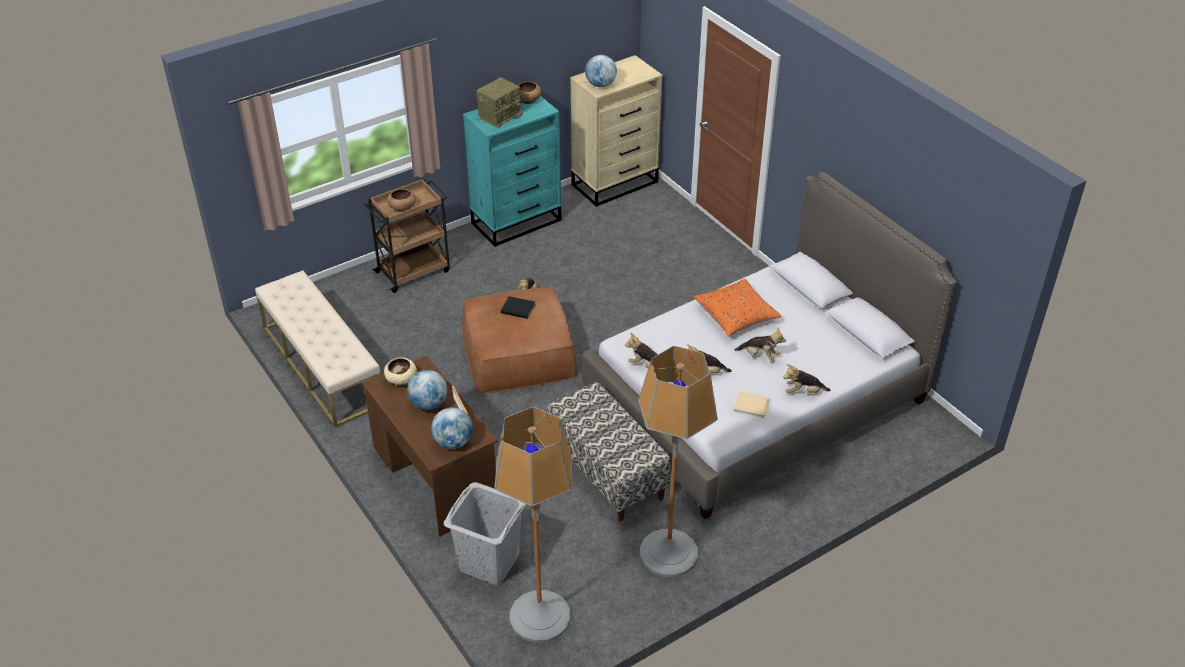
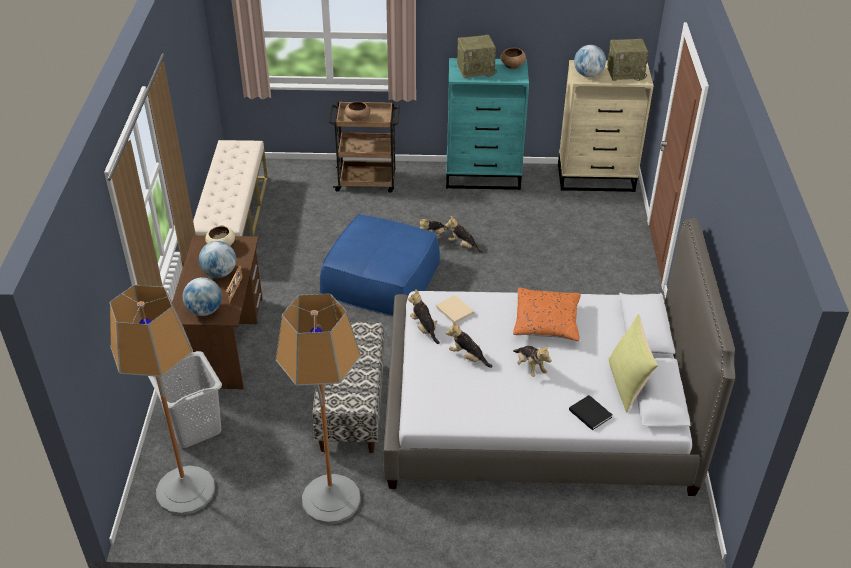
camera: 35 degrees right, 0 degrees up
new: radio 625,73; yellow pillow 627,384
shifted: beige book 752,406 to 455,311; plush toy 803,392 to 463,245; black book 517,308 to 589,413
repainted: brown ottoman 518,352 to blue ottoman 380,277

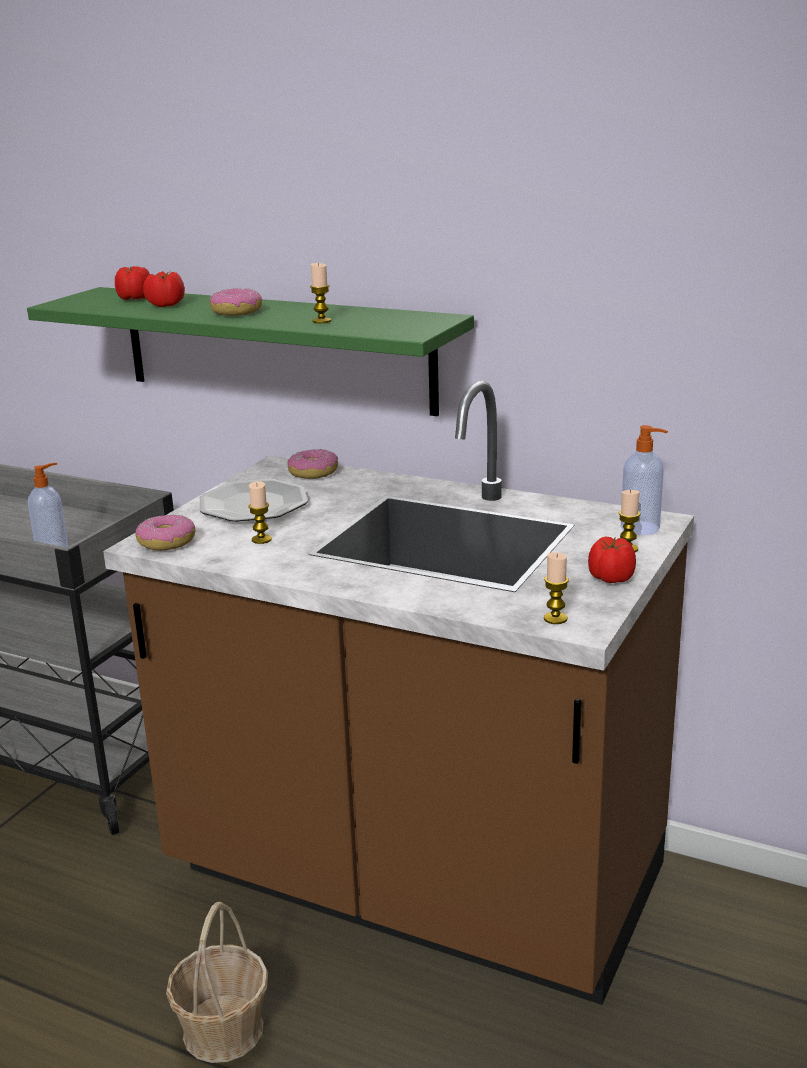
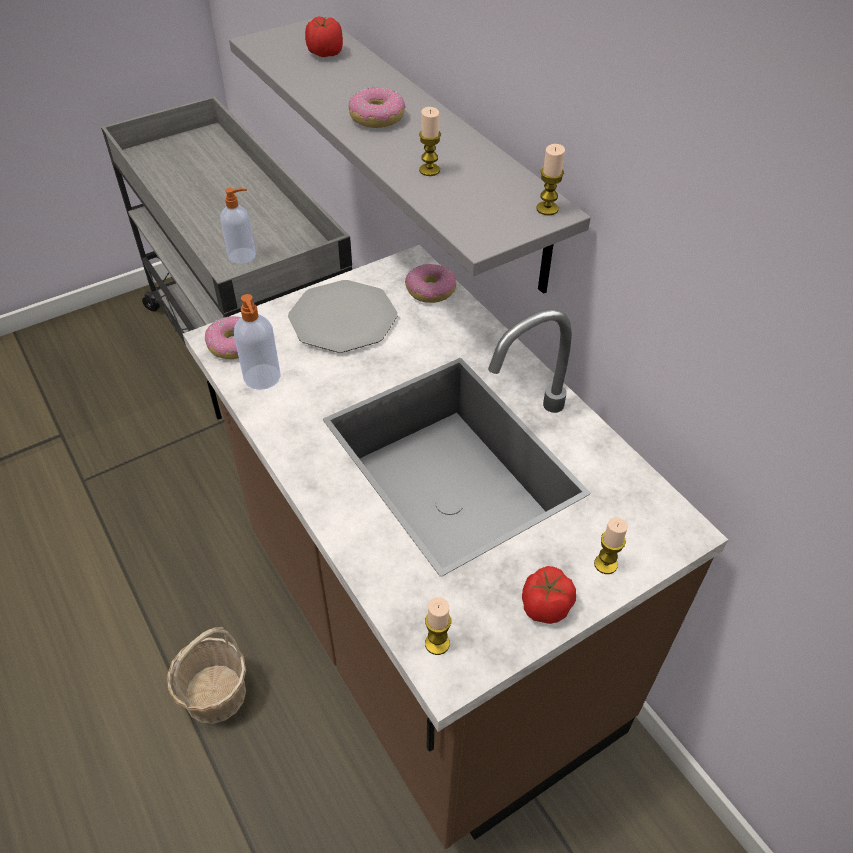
camera: 30 degrees right, 25 degrees up
gone: tomato 165,305
shifted: soap dispenser 641,528 to 262,378; candle 261,539 to 547,209
repainted: green shelf 275,349 to grey shelf 435,149

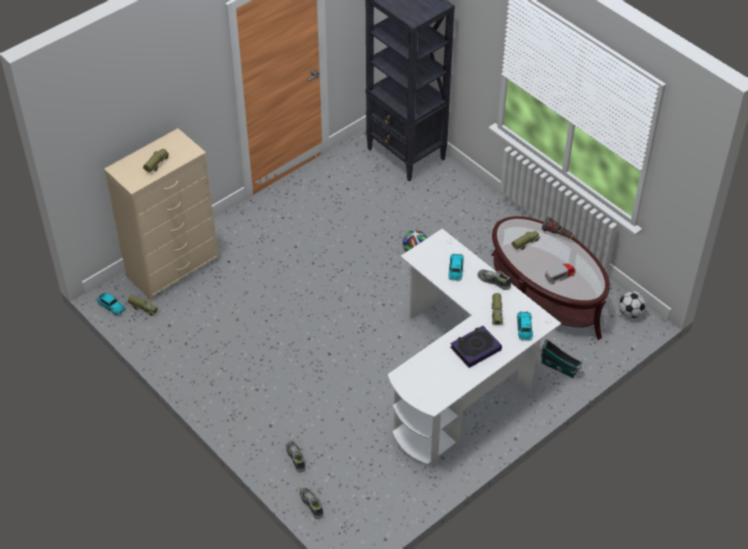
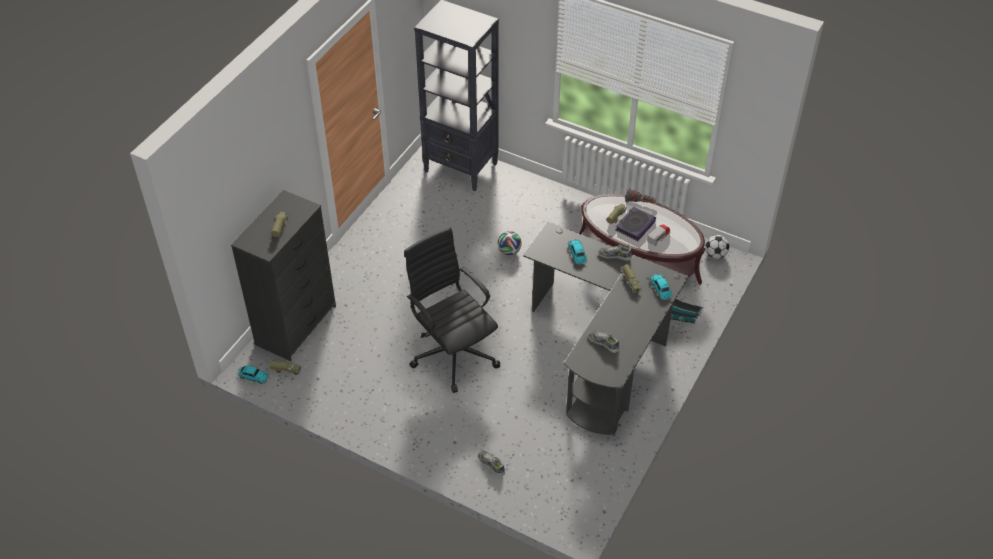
camera: 20 degrees left, 0 degrees up
new: black office chair 453,353
shifted: shoe 312,504 to 603,342; book 475,348 to 635,226
repainted: beige dresser 173,267 to black dresser 296,325; white desk 462,380 to black desk 604,352

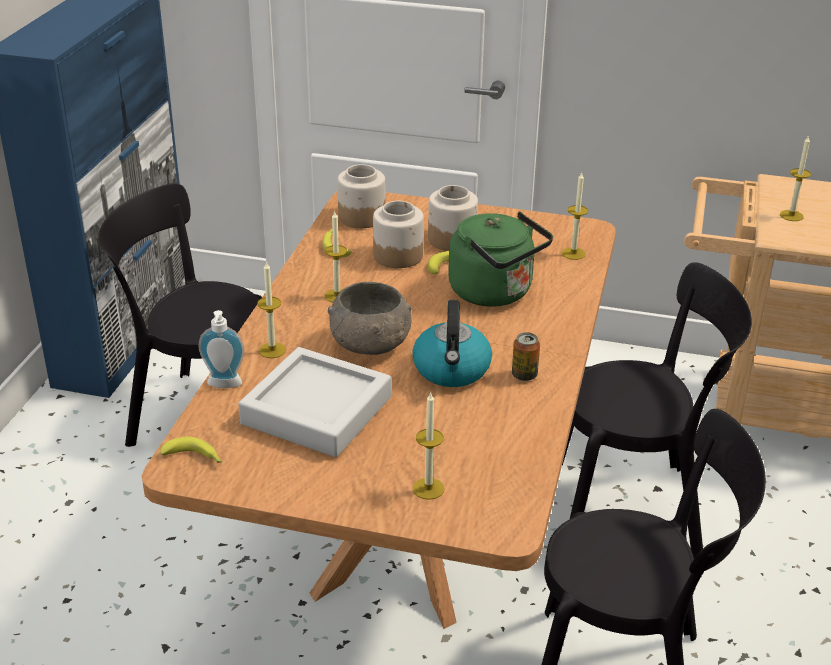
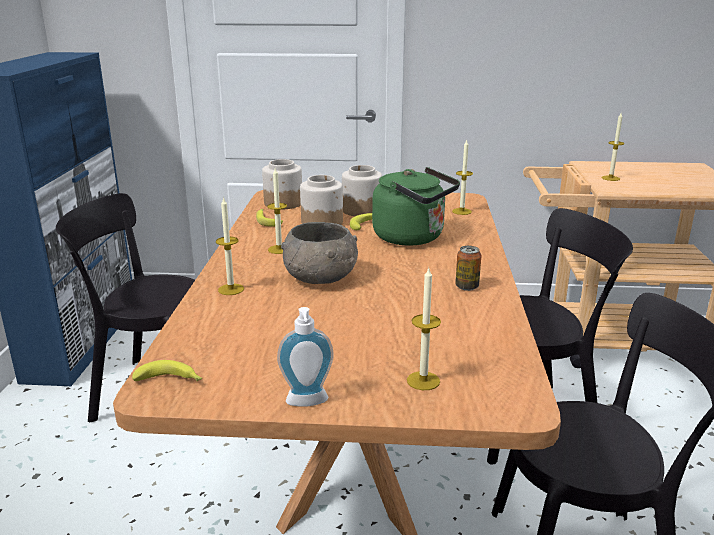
camera: 10 degrees left, 10 degrees down
gone: grey tray 316,410; kettle 452,370
shifted: soap dispenser 224,386 to 307,403

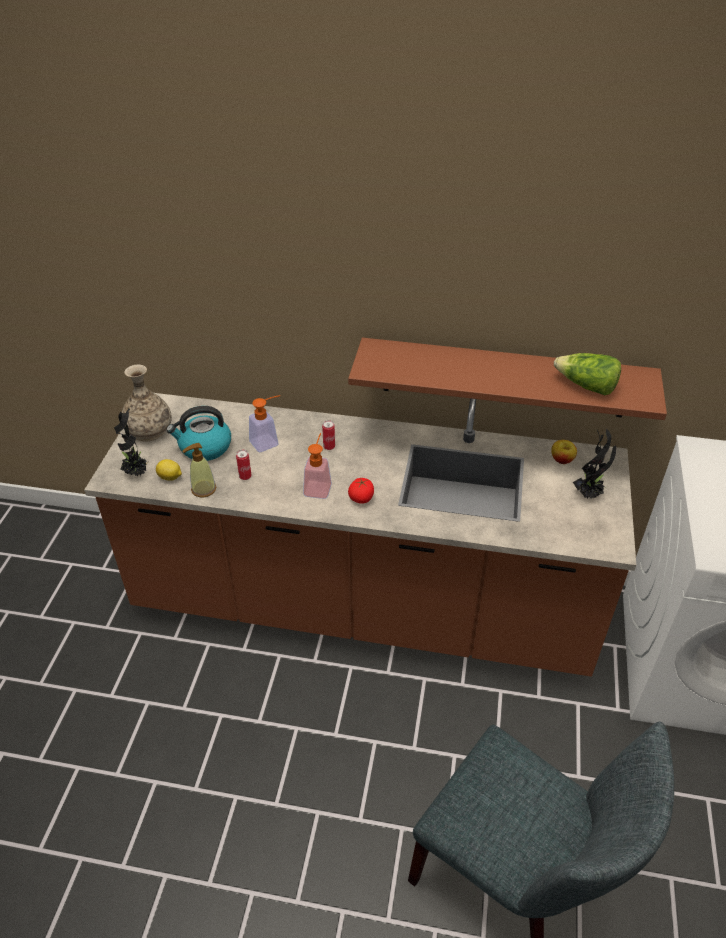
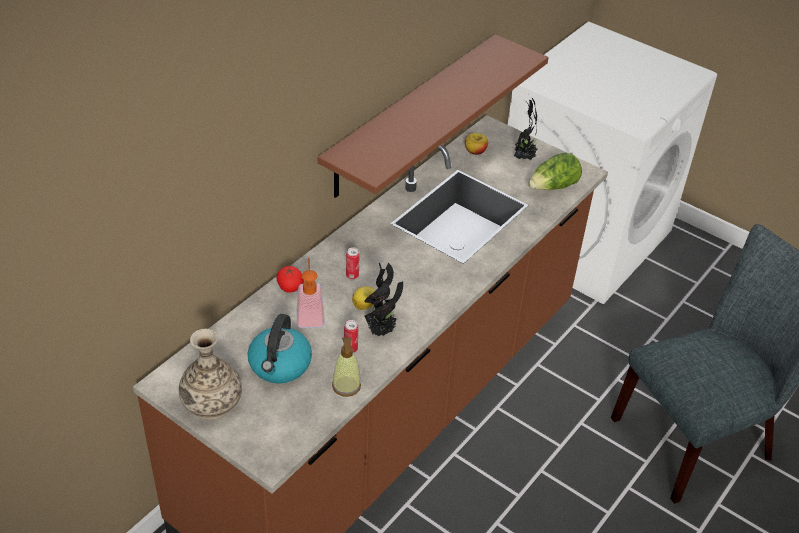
camera: 65 degrees left, 0 degrees up
gone: soap dispenser 318,486
shifted: tomato 361,498 to 290,287; lemon 170,478 to 365,305; potted plant 137,473 to 382,331; lettuce 586,386 to 553,187

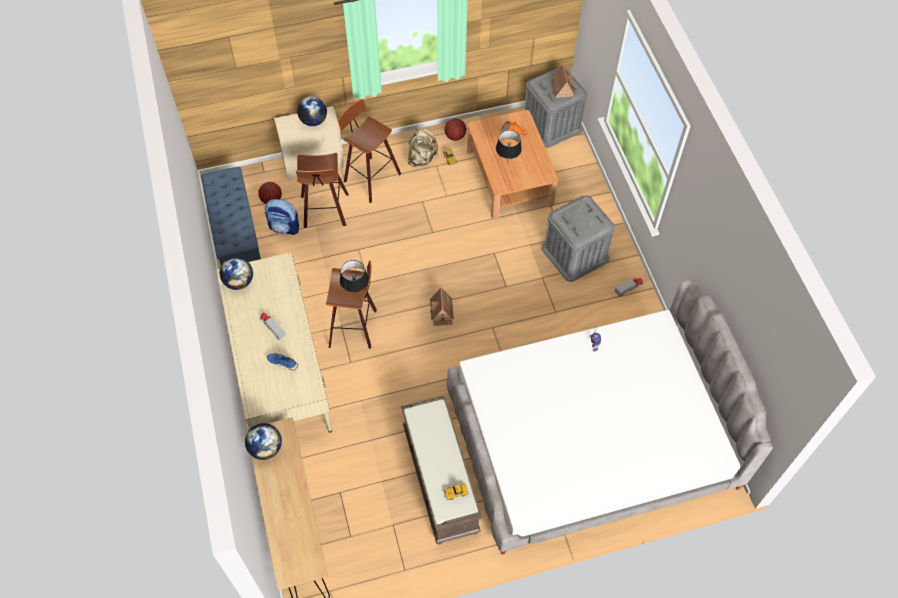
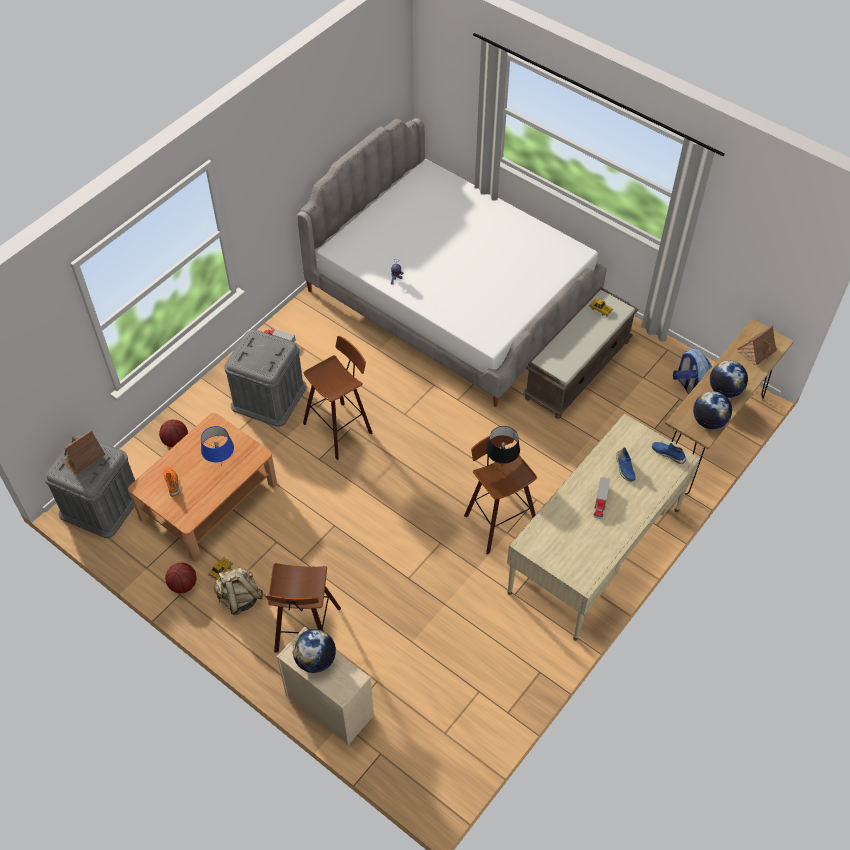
camera: 125 degrees left, 5 degrees down
gone: blue bench 236,235
new: blue shoe 668,453
shifted: basketball 271,200 to 175,441; stool 325,212 to 340,428; backpack 285,227 to 688,386; globe 239,282 to 725,390; toy house 441,312 to 757,351
repainted: black table lamp 507,163 to blue table lamp 222,465

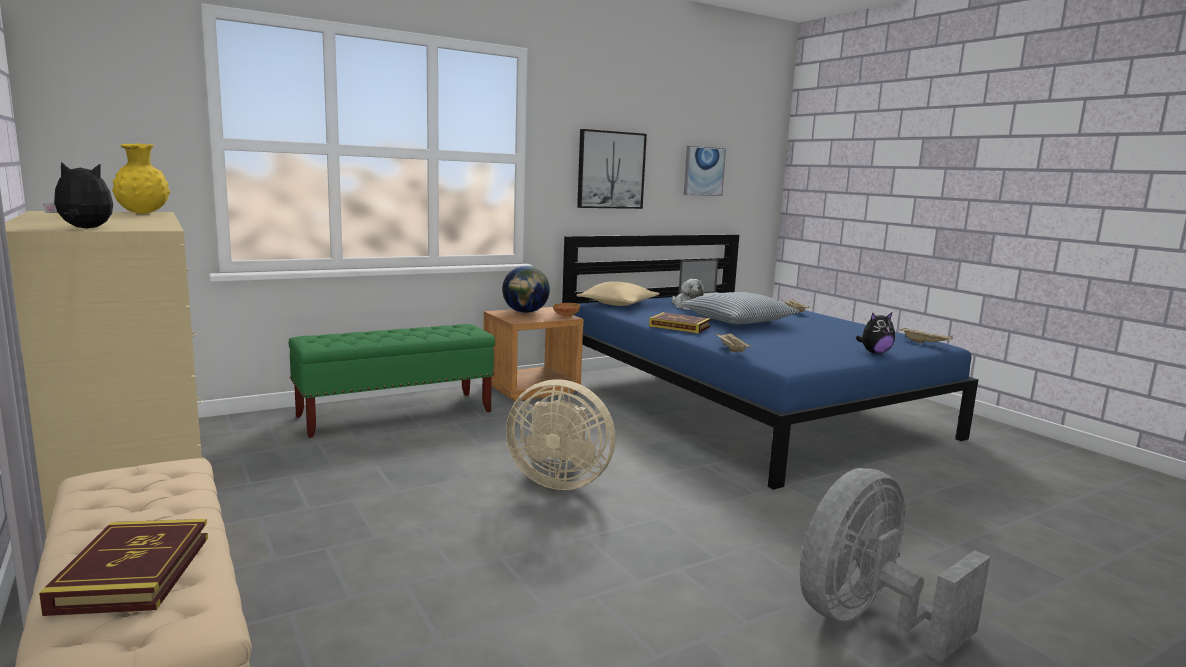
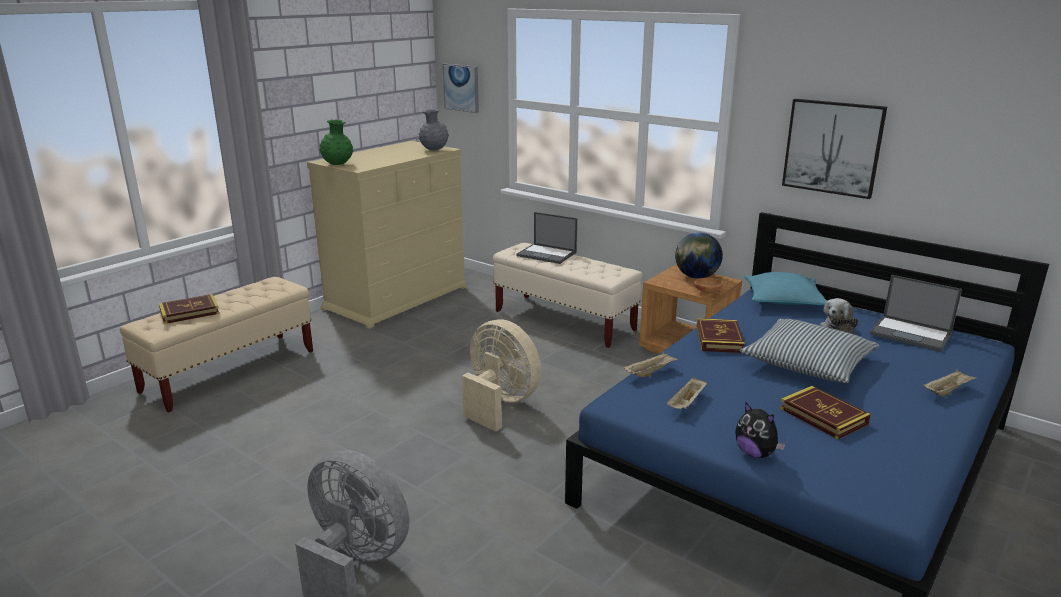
camera: 70 degrees right, 10 degrees up
new: laptop 547,254; book 823,416
shifted: picture 703,171 to 461,88; beige tray 925,343 to 687,404
swapped: plush toy 84,228 to green vase 338,164
repainted: yellow vase 143,213 to grey vase 434,150; green bench 396,414 to beige bench 564,321; beige pillow 618,304 to turquoise pillow 783,300
rotated: beige fan 559,481 = 499,403 135 degrees clockwise

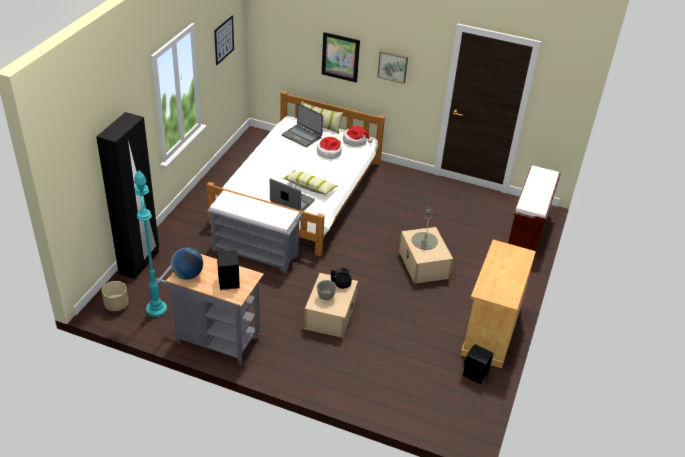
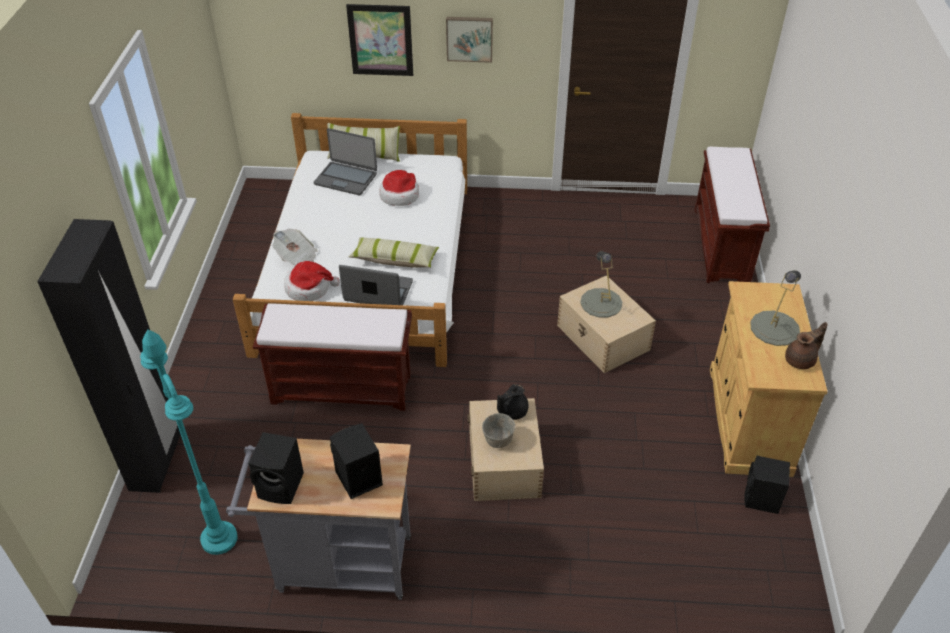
camera: 15 degrees left, 5 degrees up
gone: beige planter 116,305; picture 224,40
new: newspaper 297,257; grey table lamp 774,328; brown teapot 801,360
shifted: hat 355,141 to 309,288
swapped: globe 188,275 to black speaker 282,486
repainted: grey bench 256,252 to brown bench 343,388

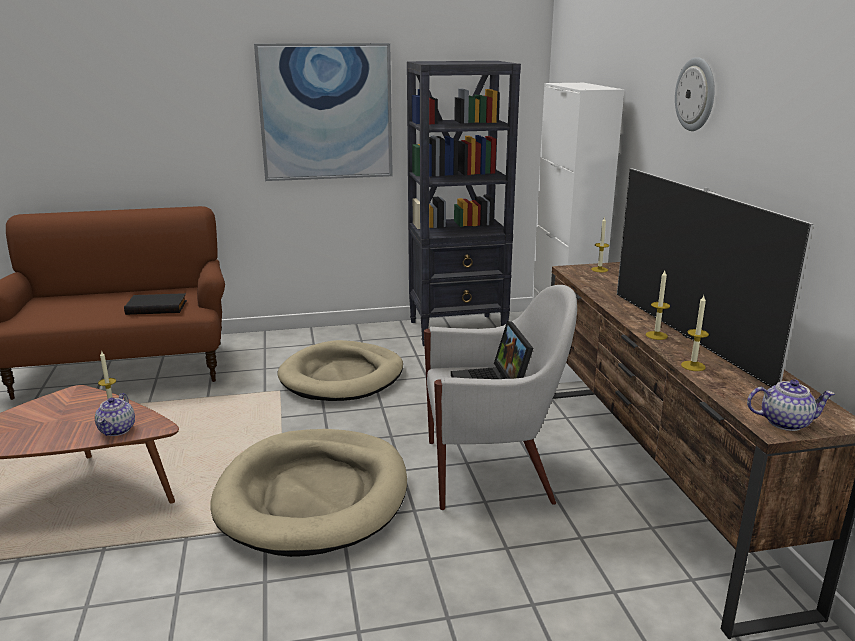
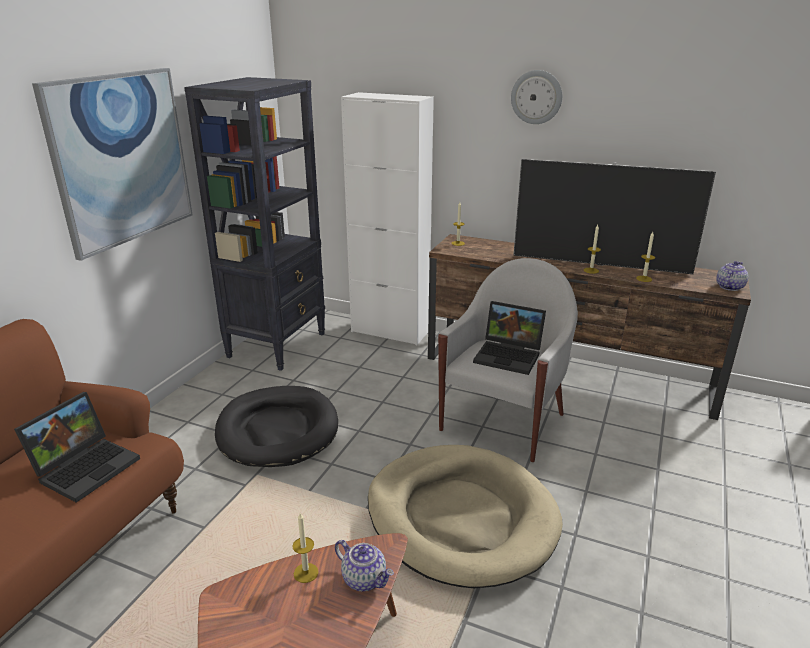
camera: 55 degrees left, 5 degrees up
swapped: black book 157,307 to laptop 87,466
repainted: beige dog bed 342,376 to black dog bed 278,430

